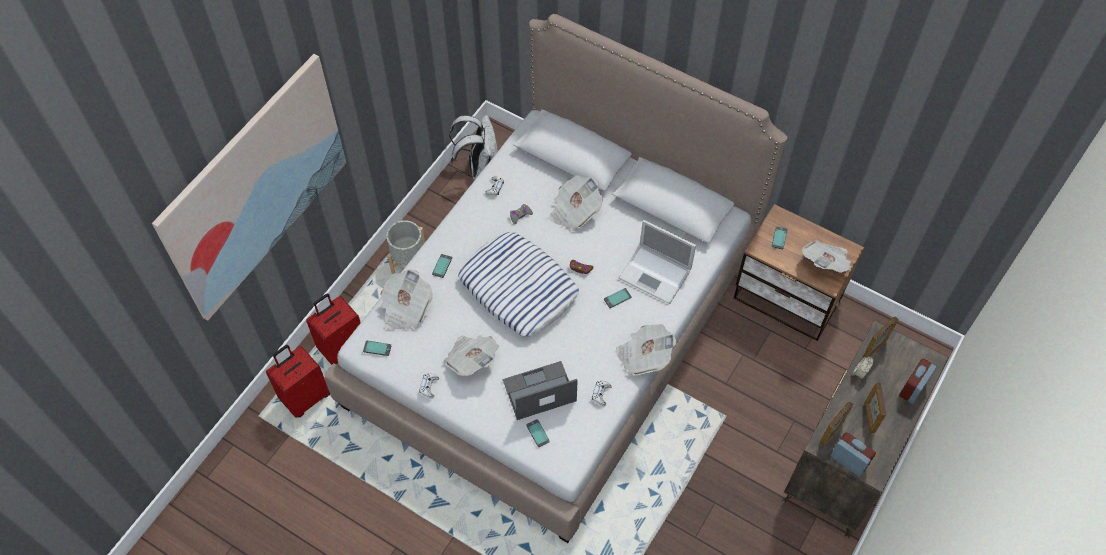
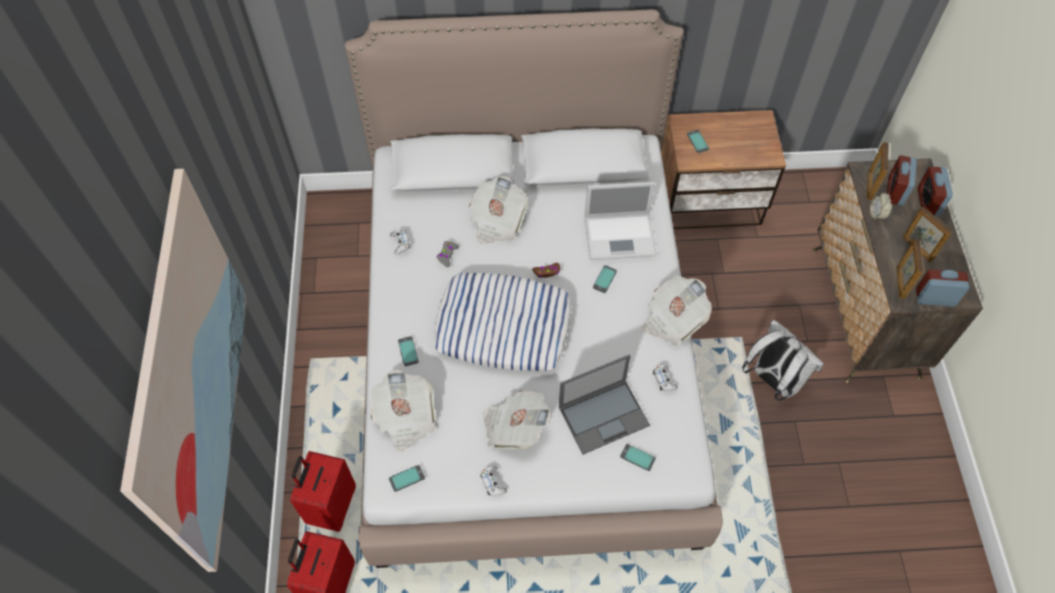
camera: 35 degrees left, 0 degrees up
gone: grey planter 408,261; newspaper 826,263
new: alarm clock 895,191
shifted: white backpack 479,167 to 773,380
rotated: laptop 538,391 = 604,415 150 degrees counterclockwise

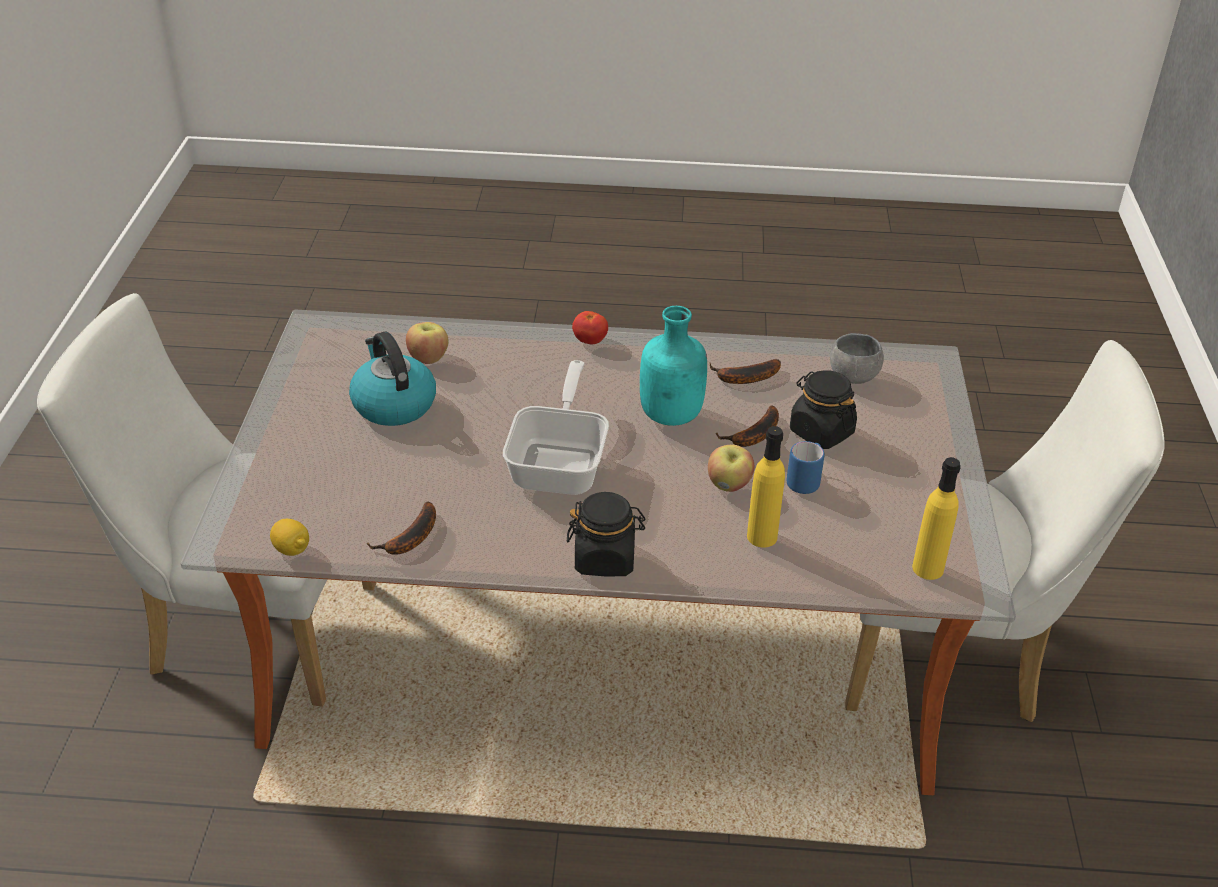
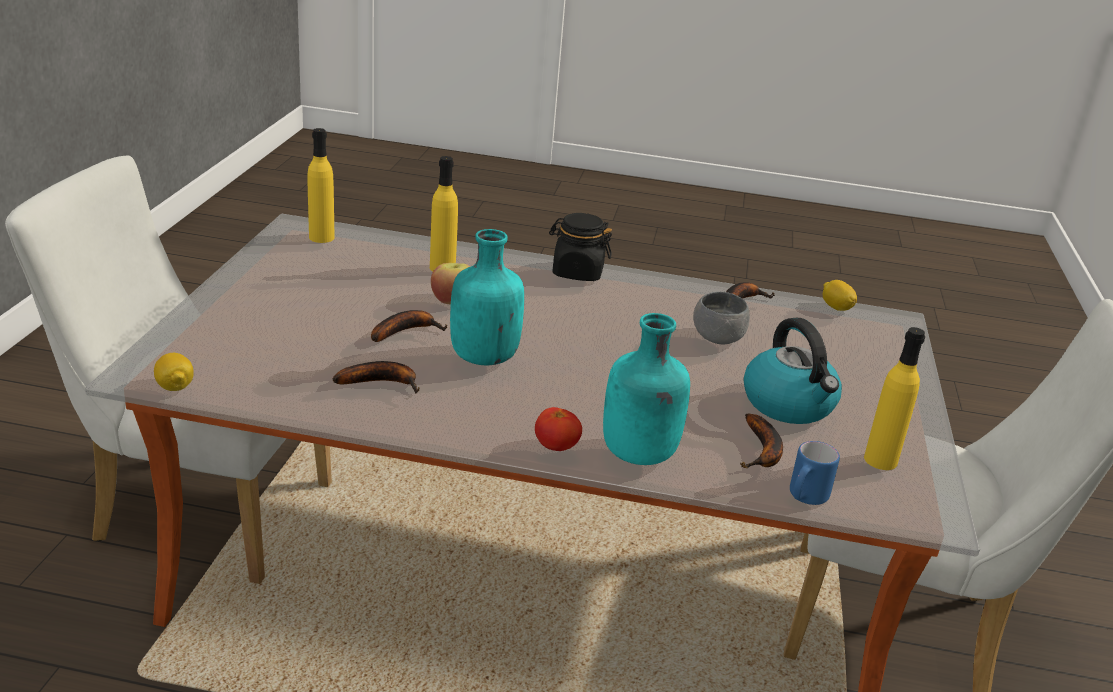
camera: 175 degrees left, 10 degrees down
gone: frying pan 561,463; black jar 821,432
new: lemon 175,387; turquoise bottle 638,455; yellow bottle 880,460
shifted: grey bowl 853,376 to 717,338; blue mug 805,481 to 805,498
swapped: apple 428,358 to banana 763,451

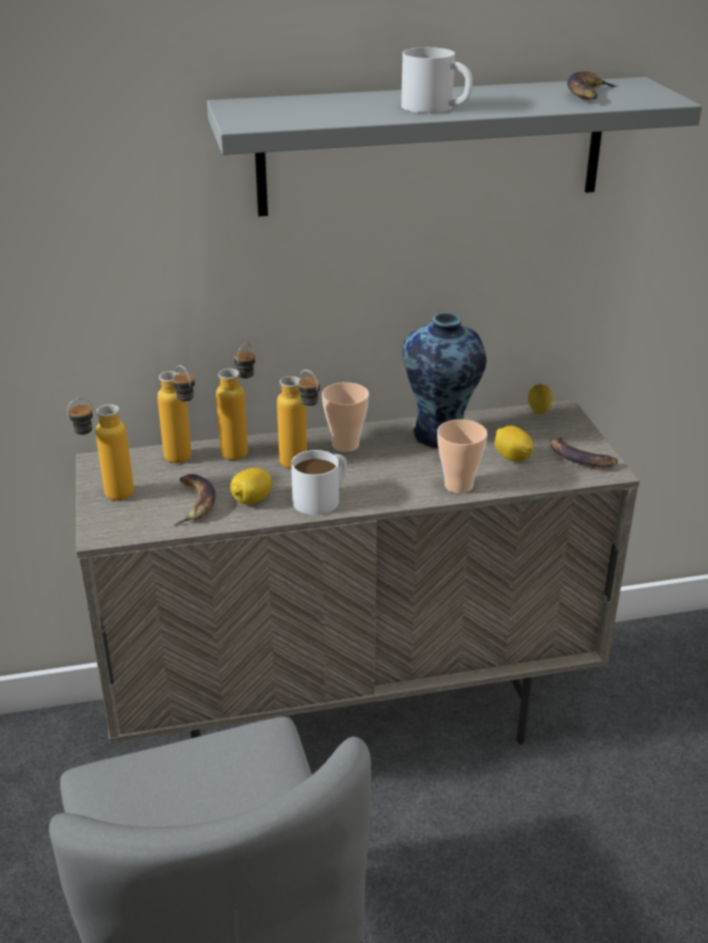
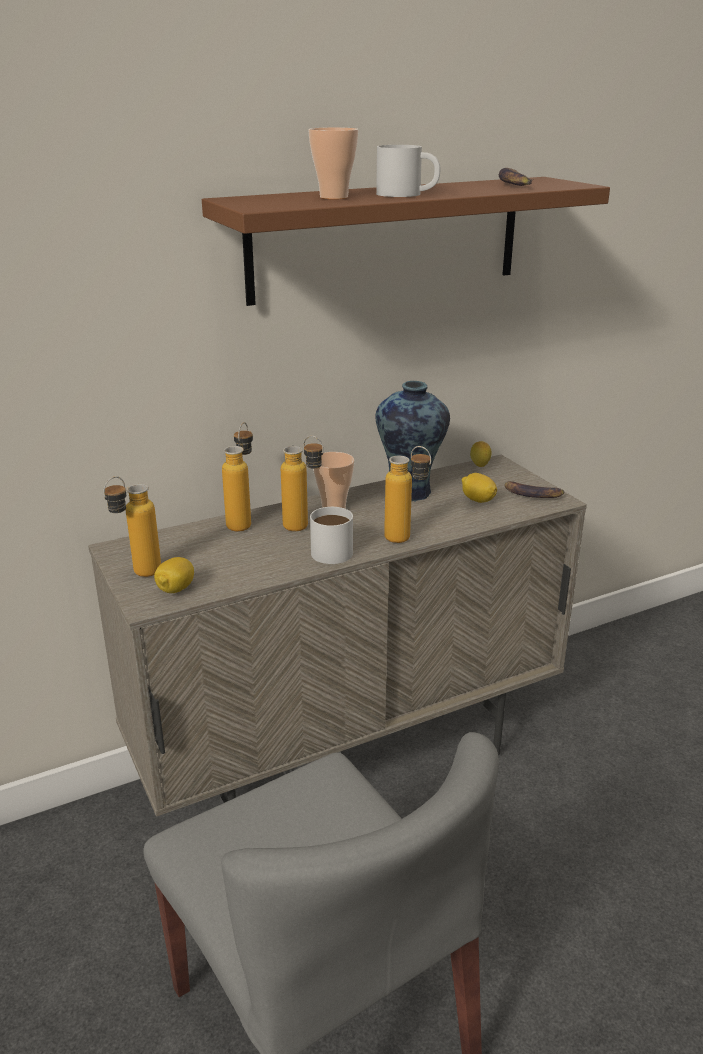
camera: 15 degrees left, 5 degrees down
gone: banana 194,502
shifted: lemon 252,500 to 176,589; cup 458,486 to 334,197; bottle 184,461 to 406,541
repainted: grey shelf 432,146 to brown shelf 387,238

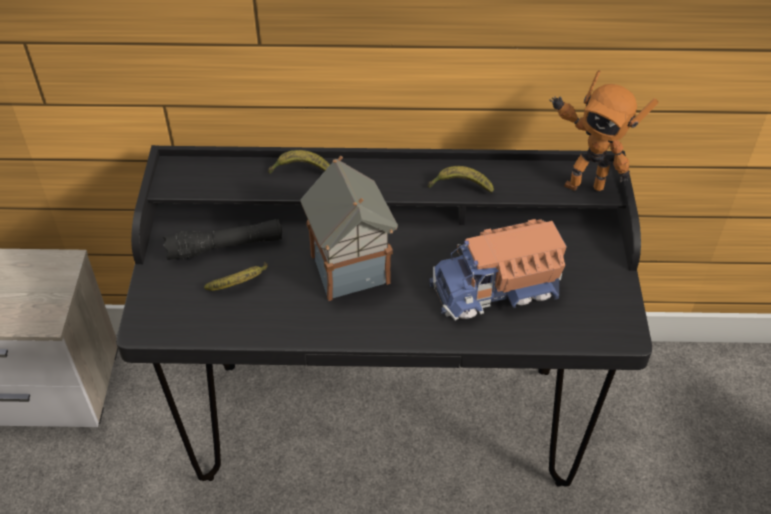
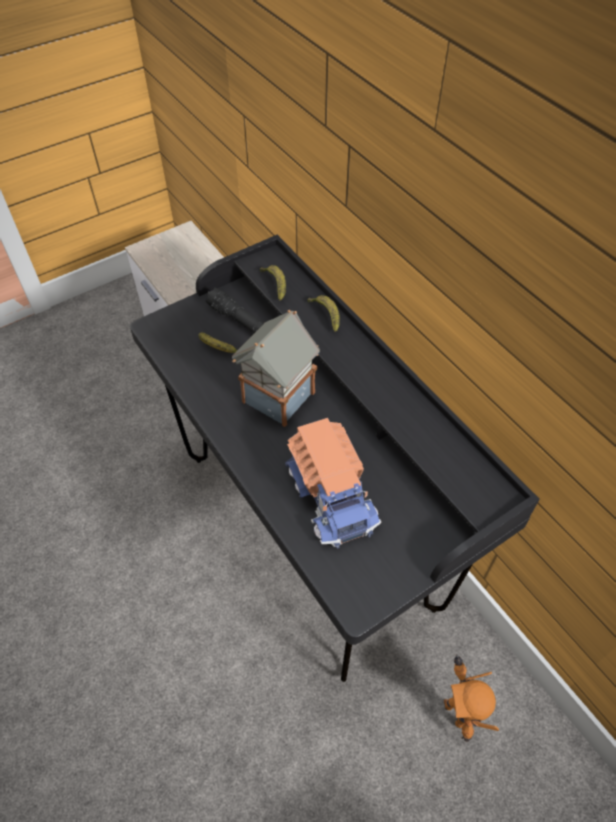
camera: 55 degrees right, 5 degrees up
shifted: banana 460,186 to 275,285; toy robot 583,183 to 456,711
rotated: toy truck 497,289 = 332,494 150 degrees counterclockwise

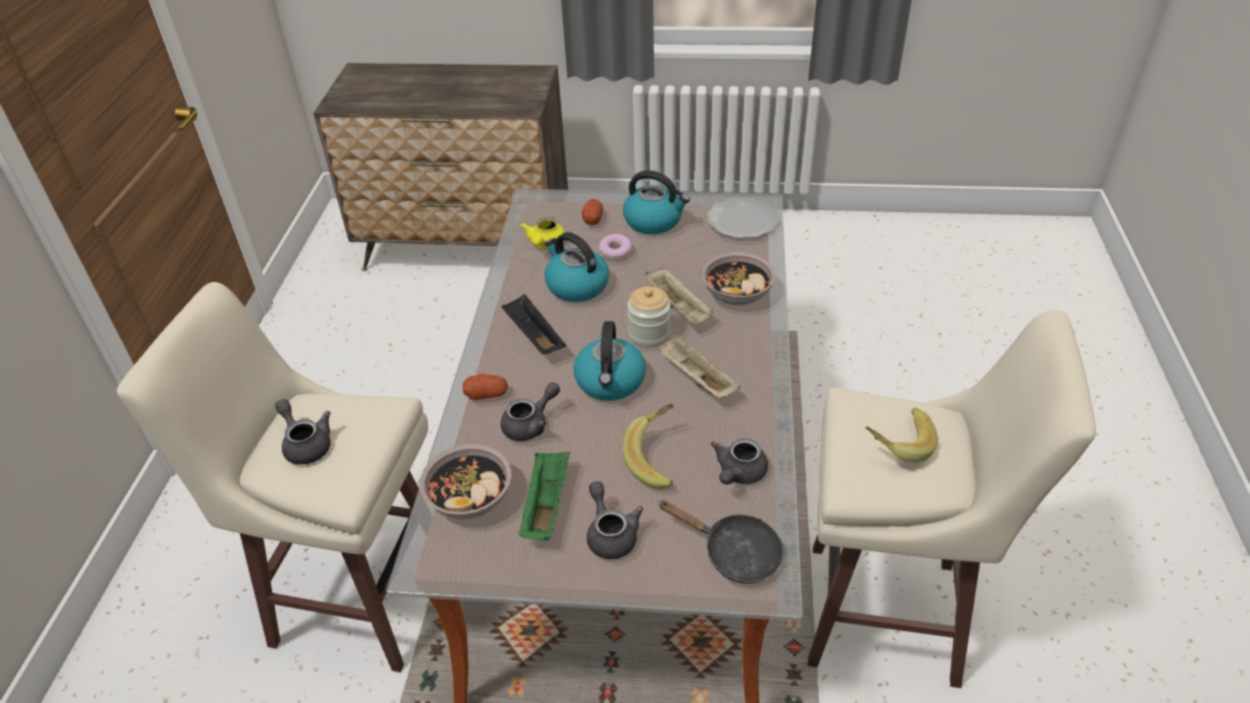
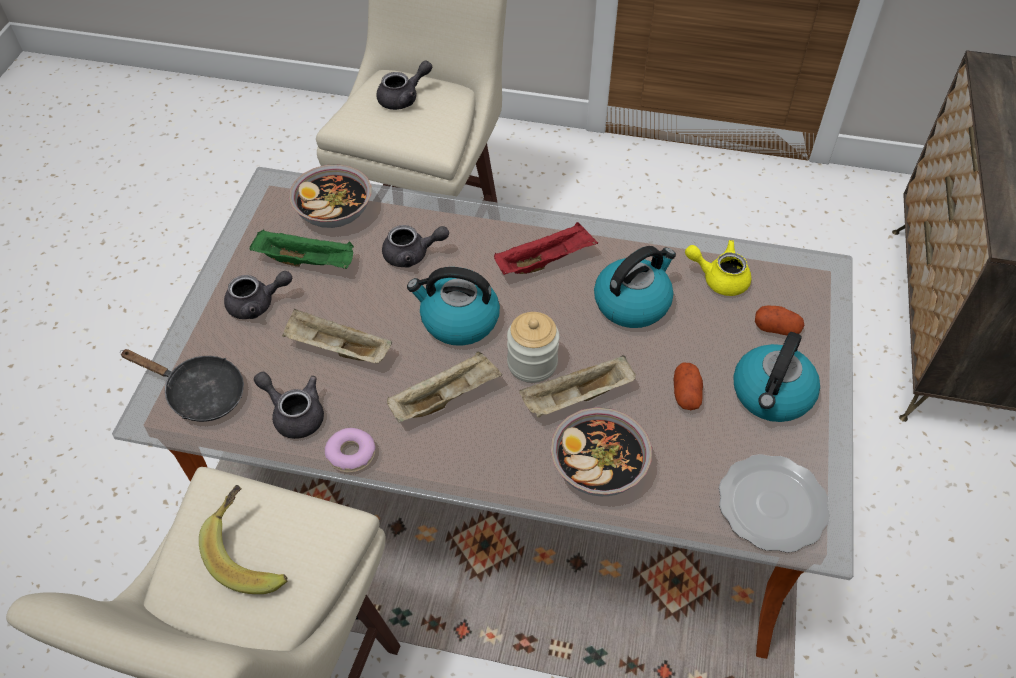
camera: 95 degrees right, 10 degrees up
shifted: donut 615,252 to 351,454; potato 486,394 to 686,394
swapped: banana 658,458 to beige tray 336,349
repainted: black tray 533,336 to red tray 545,261
rotated: black frying pan 734,553 = 199,393 105 degrees counterclockwise; grey teapot 531,424 = 412,255 60 degrees counterclockwise

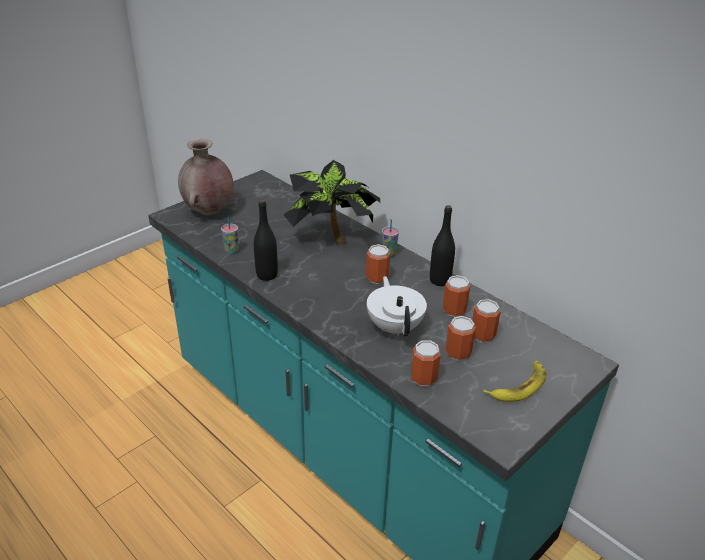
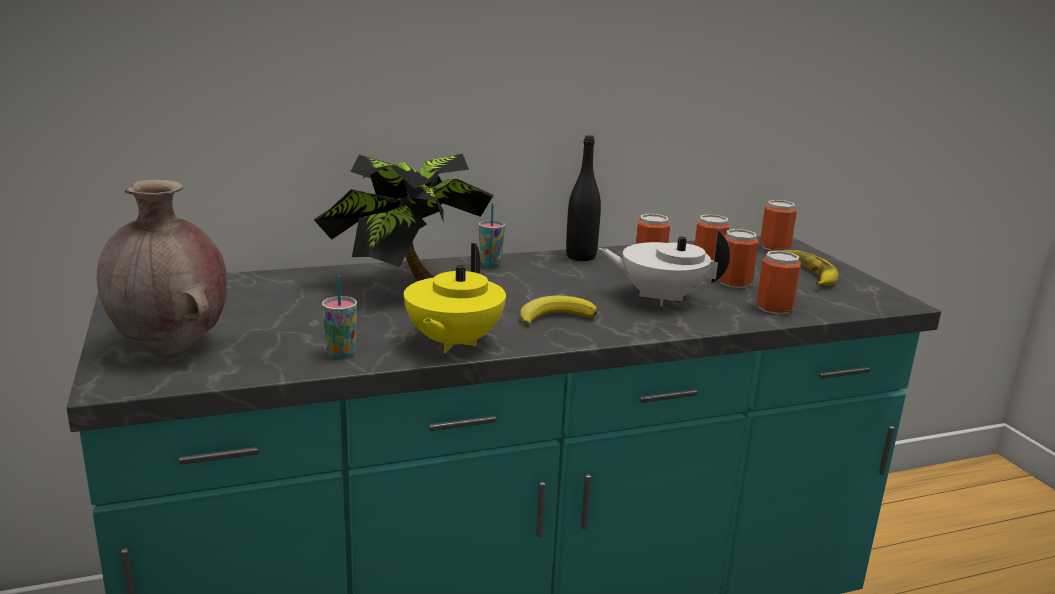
camera: 65 degrees left, 15 degrees down
new: banana 555,316
shifted: can 377,278 to 774,247
swapped: black bottle 267,275 to yellow teapot 452,343

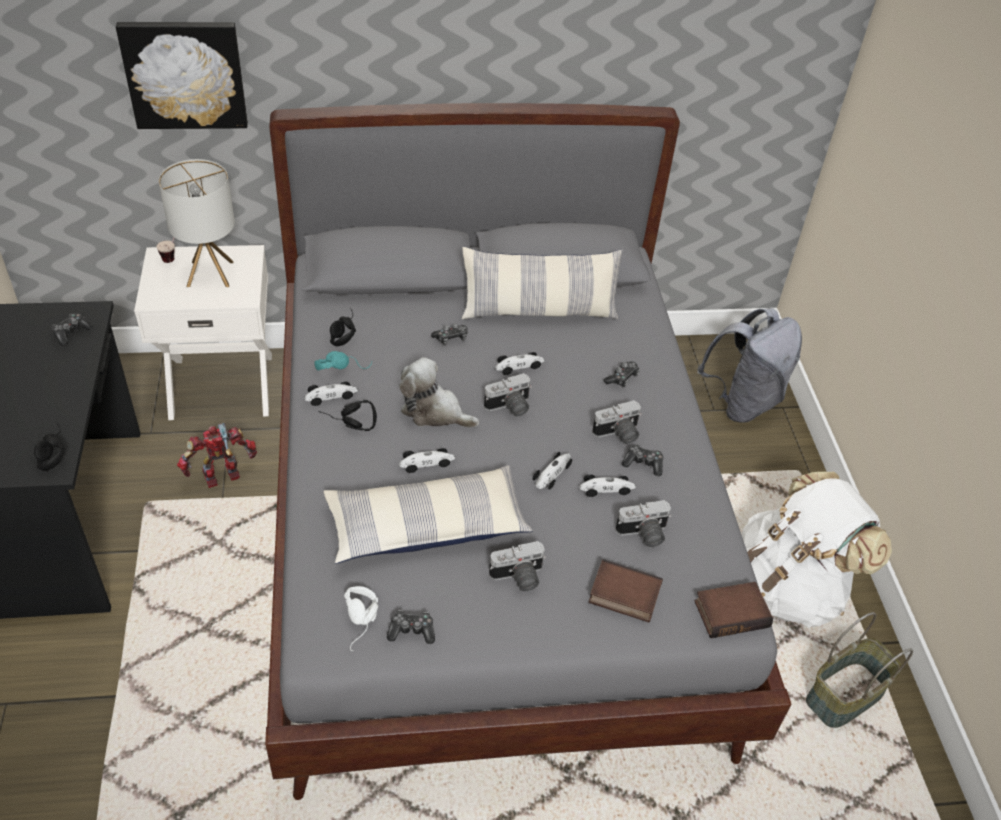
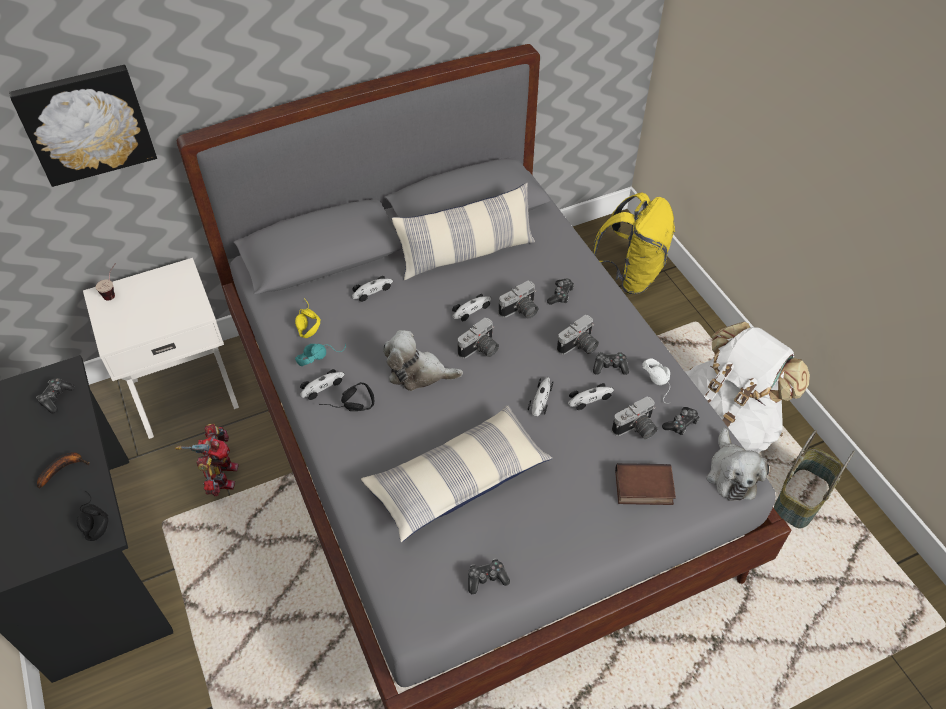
camera: 15 degrees left, 5 degrees up
gone: table lamp 210,274
new: banana 63,468
shifted: toy car 427,463 to 373,291; photo camera 518,578 to 520,311; white headphones 364,624 to 661,384; game controller 451,338 to 681,424
swapped: book 731,612 to plush toy 731,474
repainted: black headphones 342,331 to yellow headphones 305,322; grey backpack 742,402 to yellow backpack 630,275
rotated: toy robot 222,477 = 221,476 135 degrees clockwise

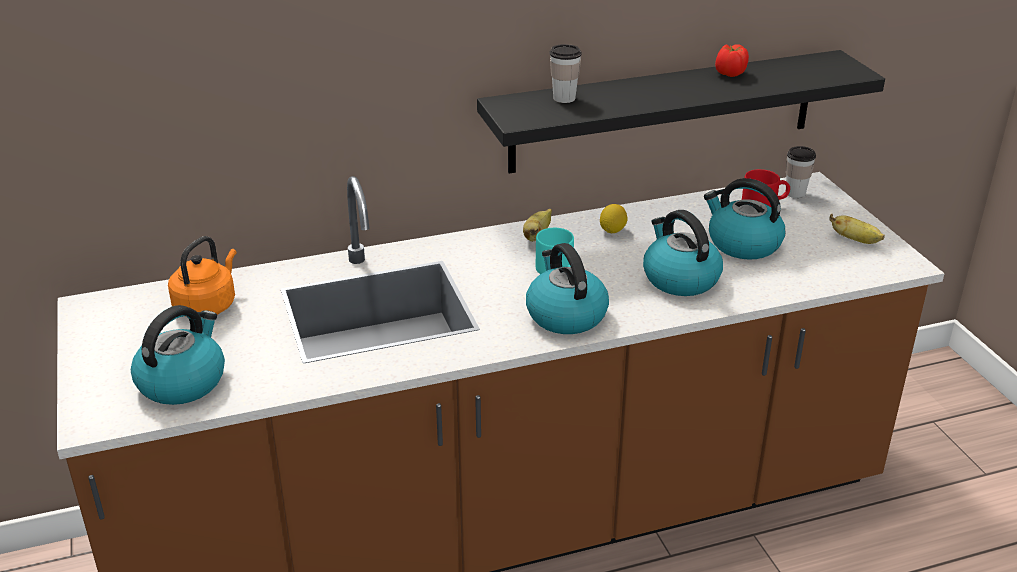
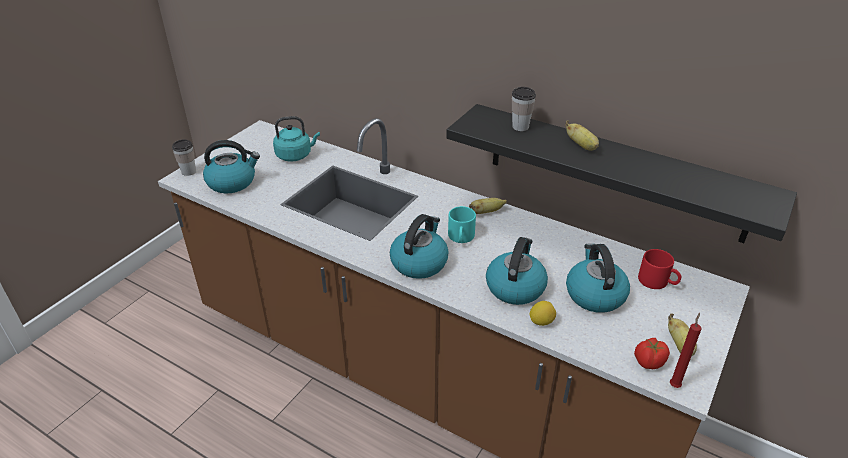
camera: 50 degrees right, 5 degrees up
new: banana 582,146; red candle 675,385
shifted: cup 795,193 to 189,171; lemon 612,230 to 541,321; tomato 729,73 to 648,362
repainted: orange kettle 207,305 to turquoise kettle 296,155

